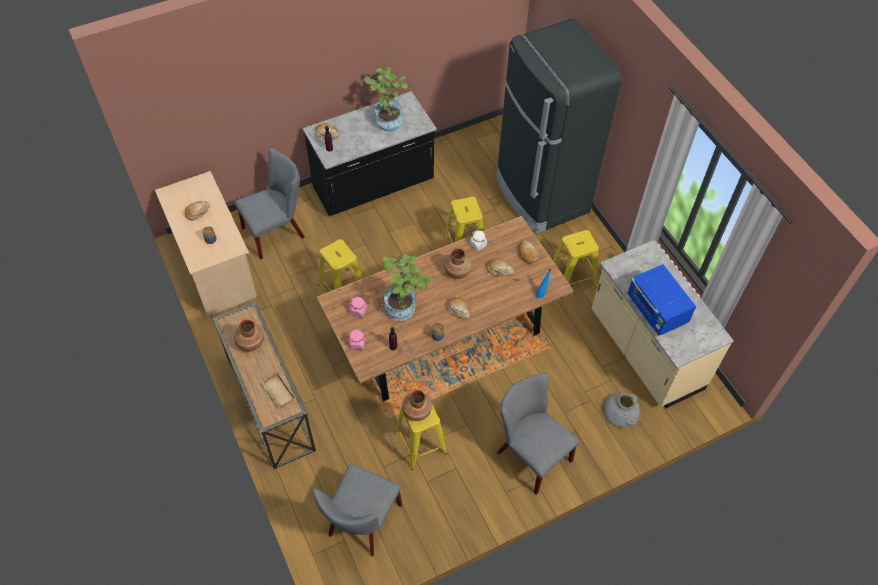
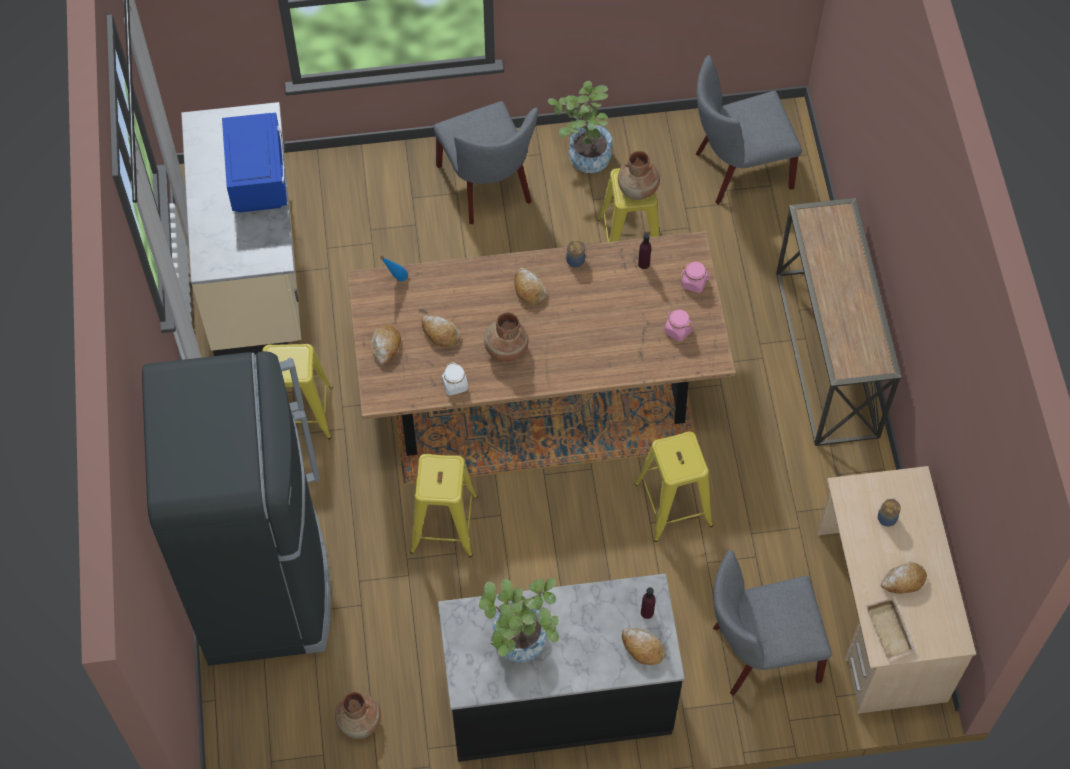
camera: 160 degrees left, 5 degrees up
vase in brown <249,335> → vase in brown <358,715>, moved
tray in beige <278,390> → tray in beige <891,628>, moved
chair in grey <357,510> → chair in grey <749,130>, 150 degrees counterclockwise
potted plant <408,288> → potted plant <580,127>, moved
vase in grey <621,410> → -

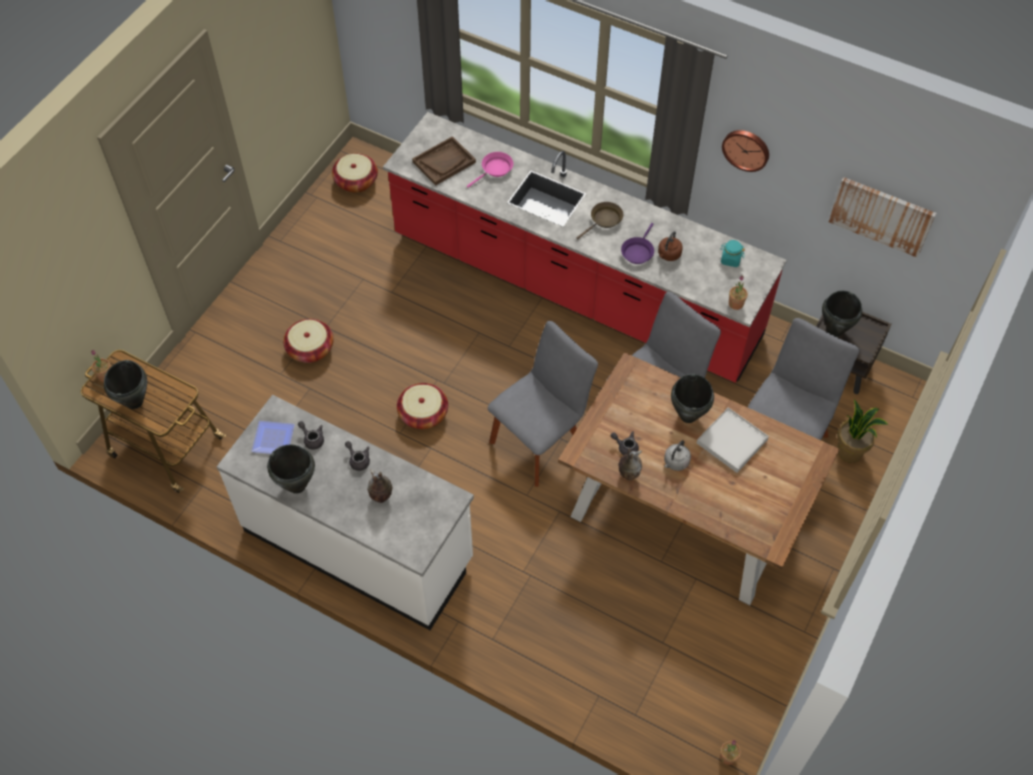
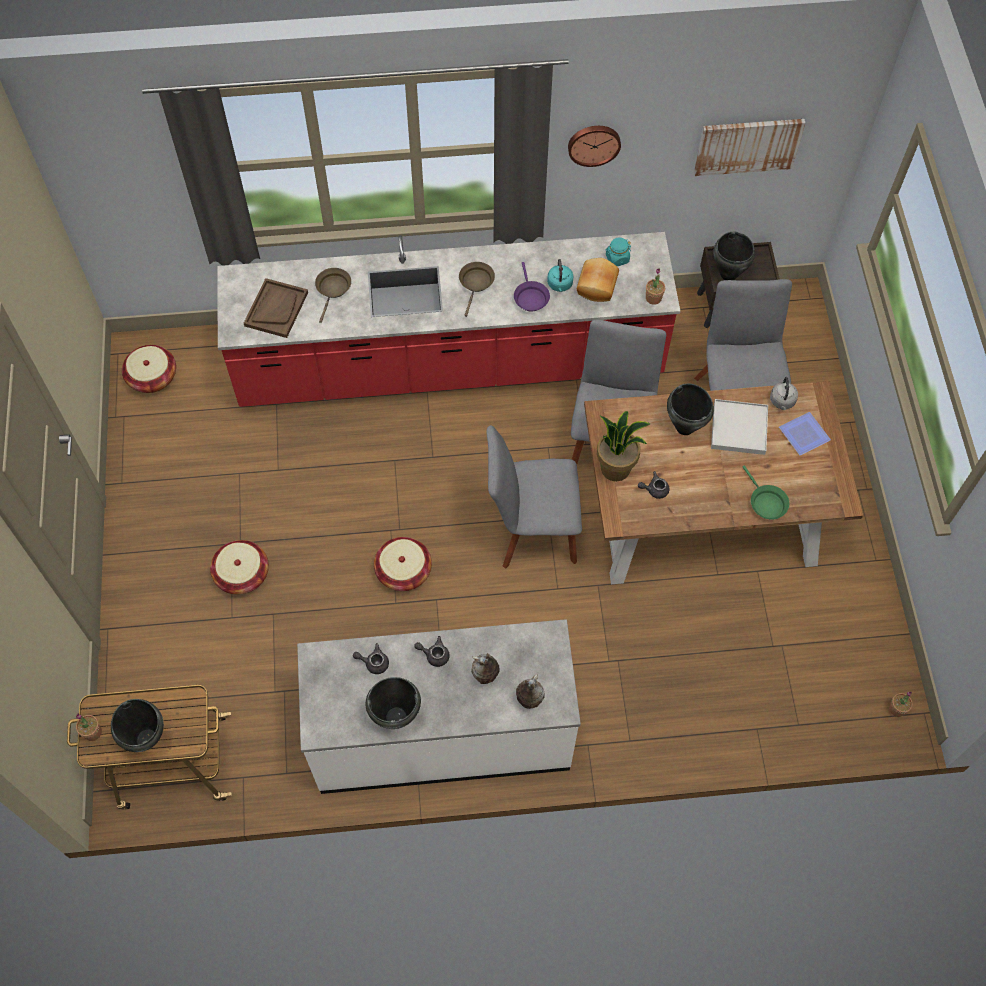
camera: 35 degrees left, 5 degrees up
plate <273,437> → plate <805,434>, moved
frying pan in pink <490,170> → frying pan in brown <333,295>
chair in grey <542,404> → chair in grey <534,497>, 105 degrees counterclockwise
vase <630,464> → vase <530,691>, moved
kettle in brown <670,246> → kettle in turquoise <560,275>
kettle in grey <677,455> → kettle in grey <784,393>, moved
potted plant <862,431> → potted plant <623,446>, moved
- → bread <598,280>
- → frying pan in green <765,492>

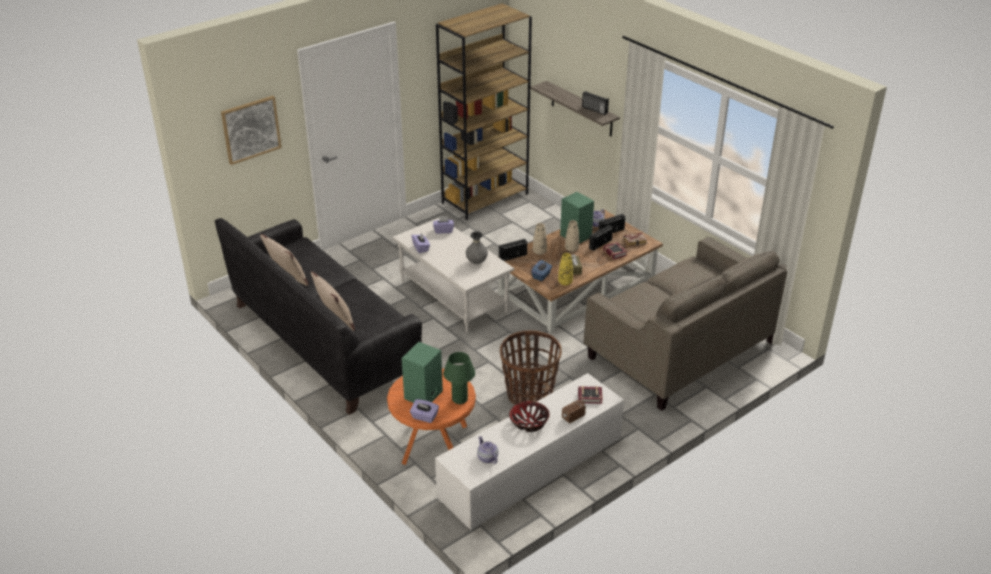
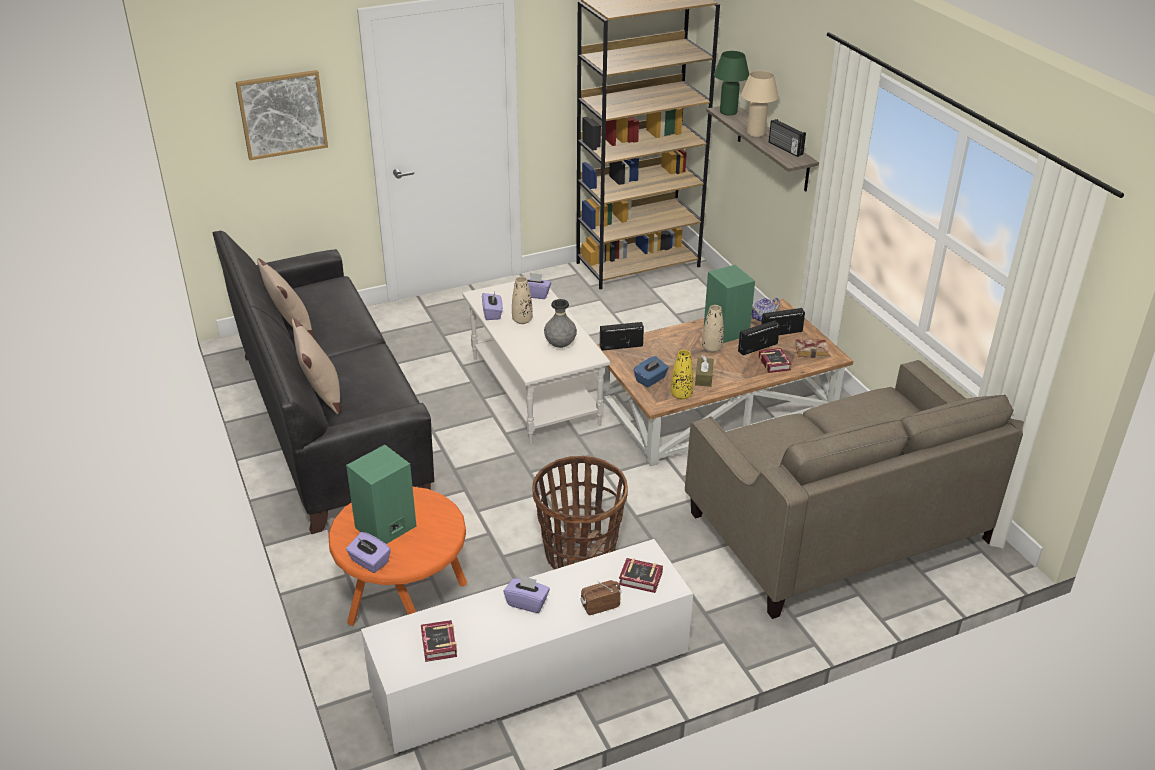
camera: 15 degrees right, 0 degrees up
table lamp in green <459,378> → table lamp in green <731,83>, moved
teapot <487,450> → book <439,641>
bowl <529,416> → tissue box in purple <527,594>
vase in beige <540,239> → vase in beige <522,300>, moved
- → table lamp in beige <759,103>

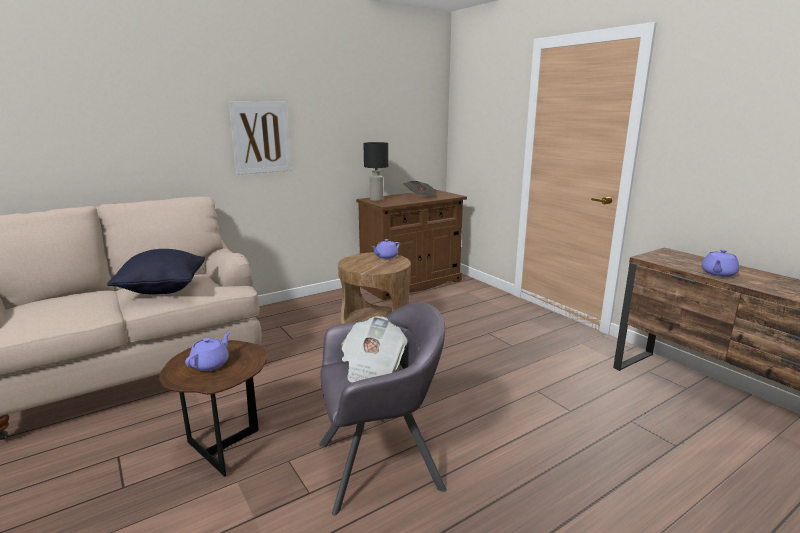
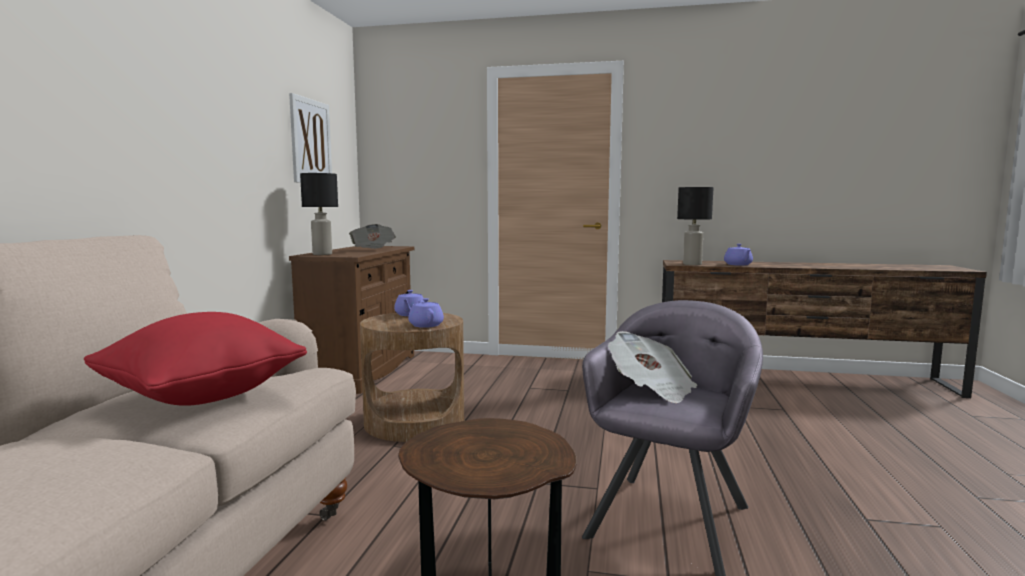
camera: 45 degrees left, 10 degrees down
pillow in black <156,272> → pillow in red <195,359>
teapot in purple <207,351> → teapot in purple <426,313>, moved
picture <260,138> → picture <310,138>, moved
- → table lamp in black <695,226>

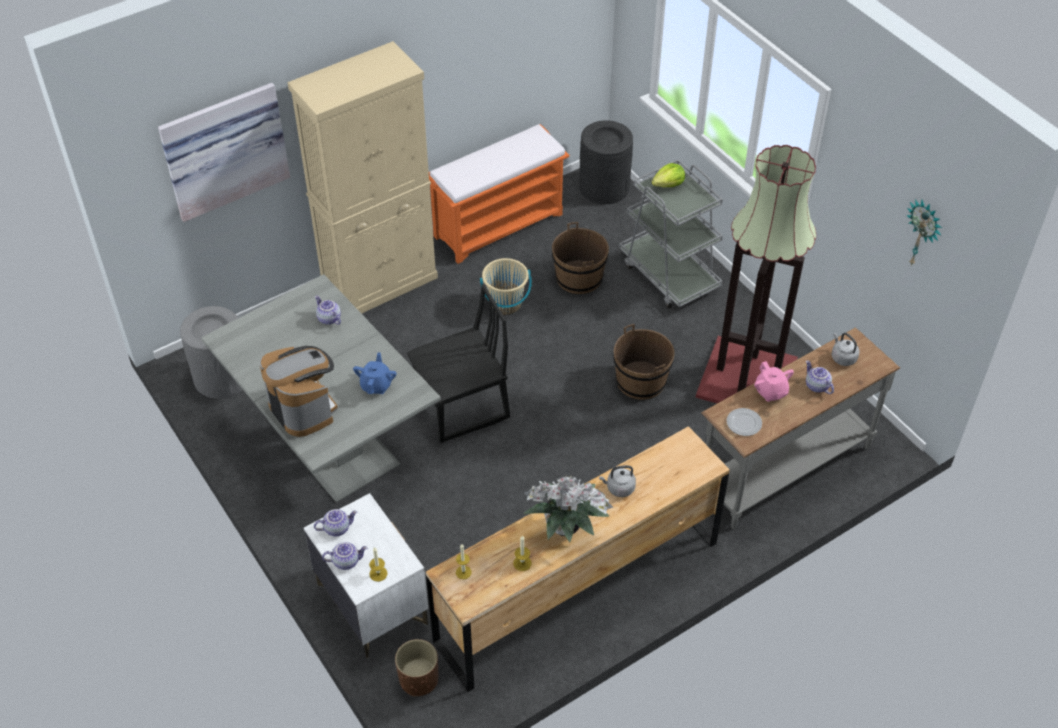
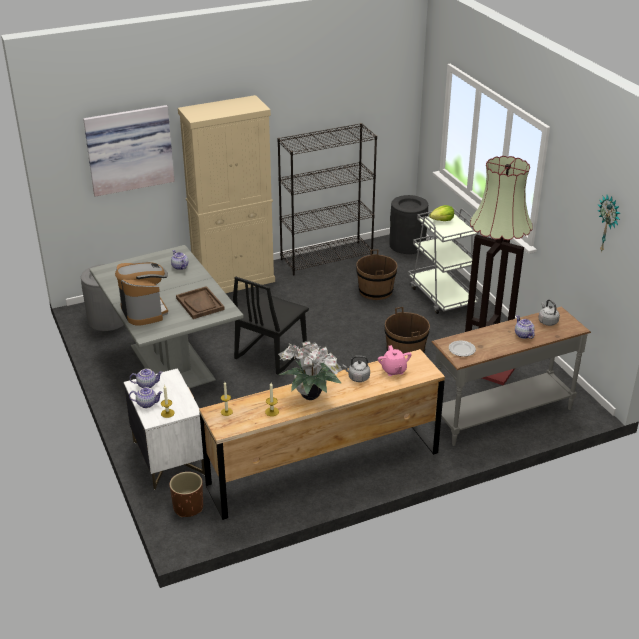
camera: 10 degrees right, 15 degrees down
teapot in blue <374,373> → tray in brown <200,302>
chair in black <458,363> → chair in black <271,325>, 135 degrees clockwise
bench in orange <499,194> → bookcase in black <327,199>
bucket in beige <506,286> → -
teapot in pink <774,381> → teapot in pink <395,360>, moved

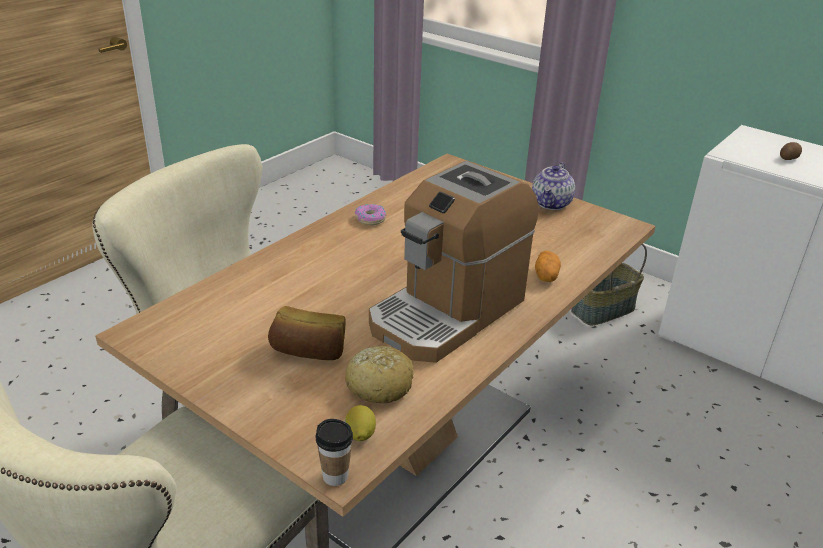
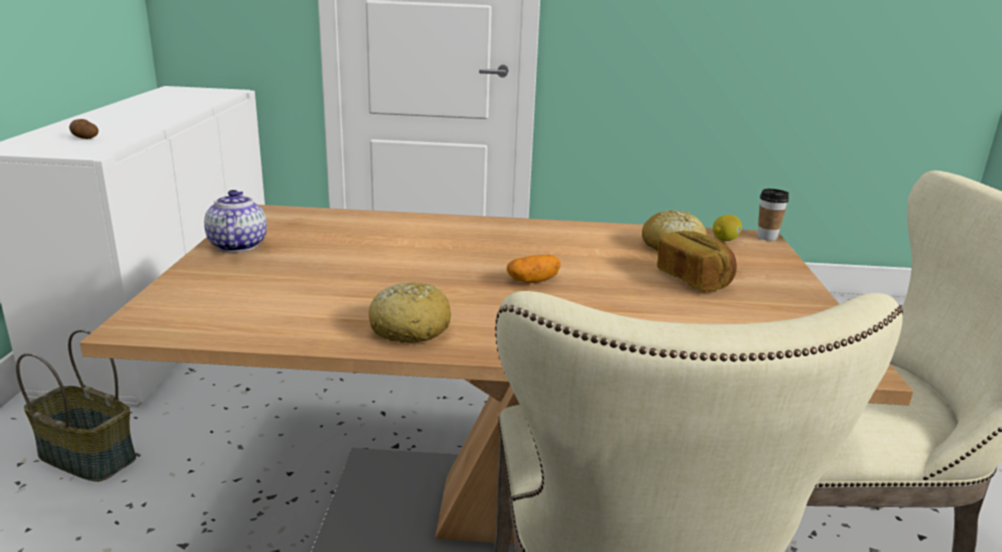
camera: 125 degrees left, 10 degrees down
donut <370,214> → bread <410,312>
coffee machine <453,262> → -
teapot <553,186> → teapot <235,221>, 90 degrees counterclockwise
potato <548,266> → potato <534,268>, moved

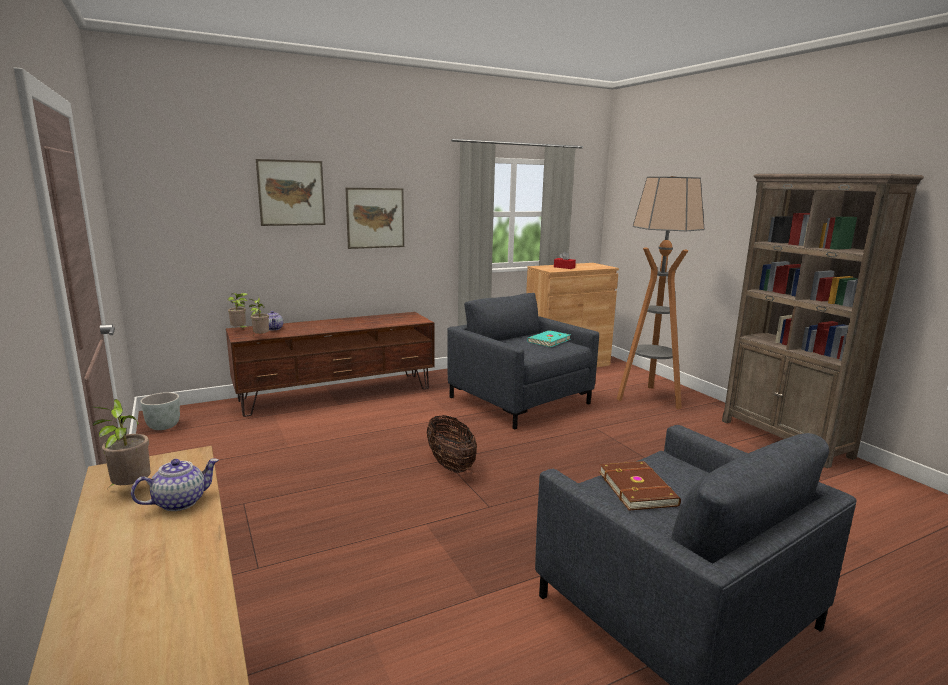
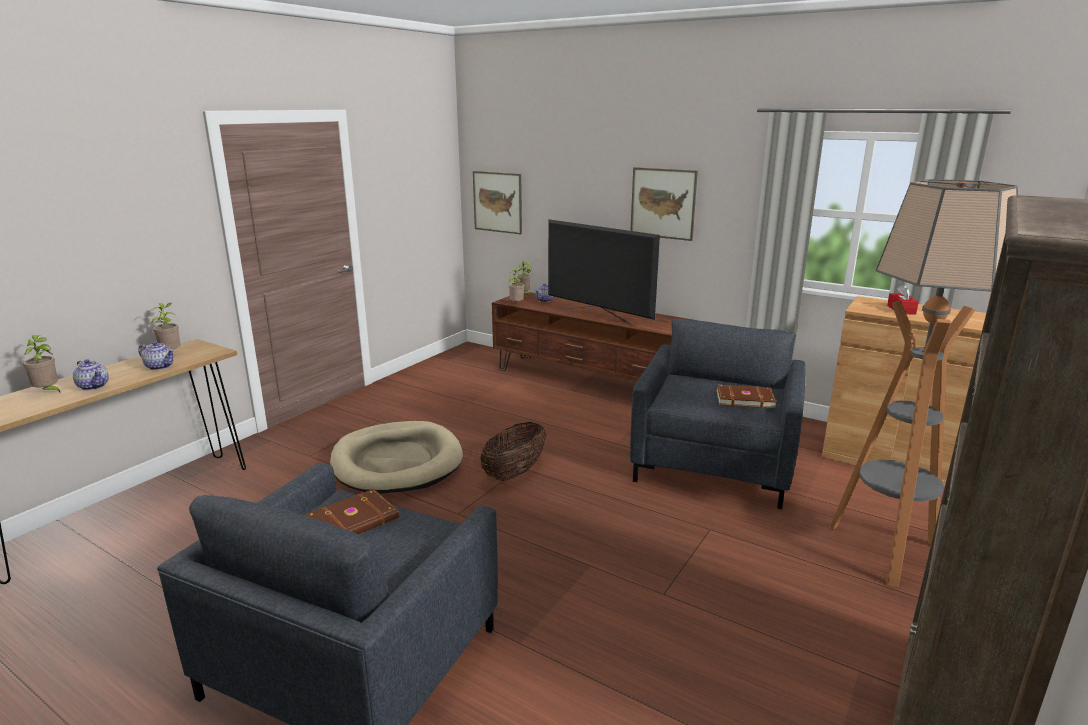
camera: 60 degrees right, 5 degrees up
planter in grey <160,411> → -
picture <291,192> → picture <497,202>, moved
book in turquoise <549,338> → book in brown <746,397>
- → potted plant <42,364>
- → teapot <91,374>
- → dog bed in beige <396,457>
- → television <604,272>

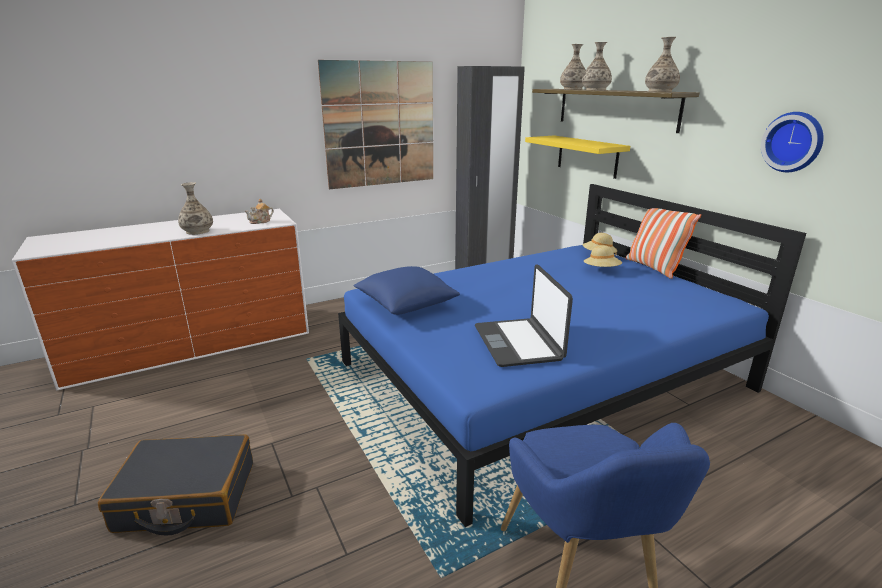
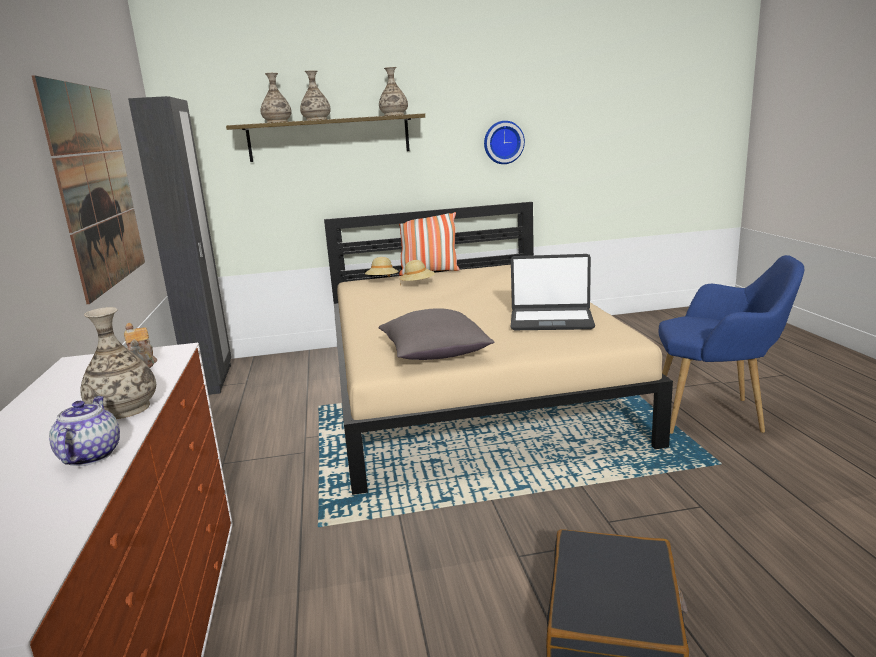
camera: 70 degrees left, 5 degrees down
bed in blue <572,355> → bed in beige <498,348>
pillow in blue <407,290> → pillow in grey <437,334>
shelf in yellow <577,157> → -
- → teapot <84,431>

